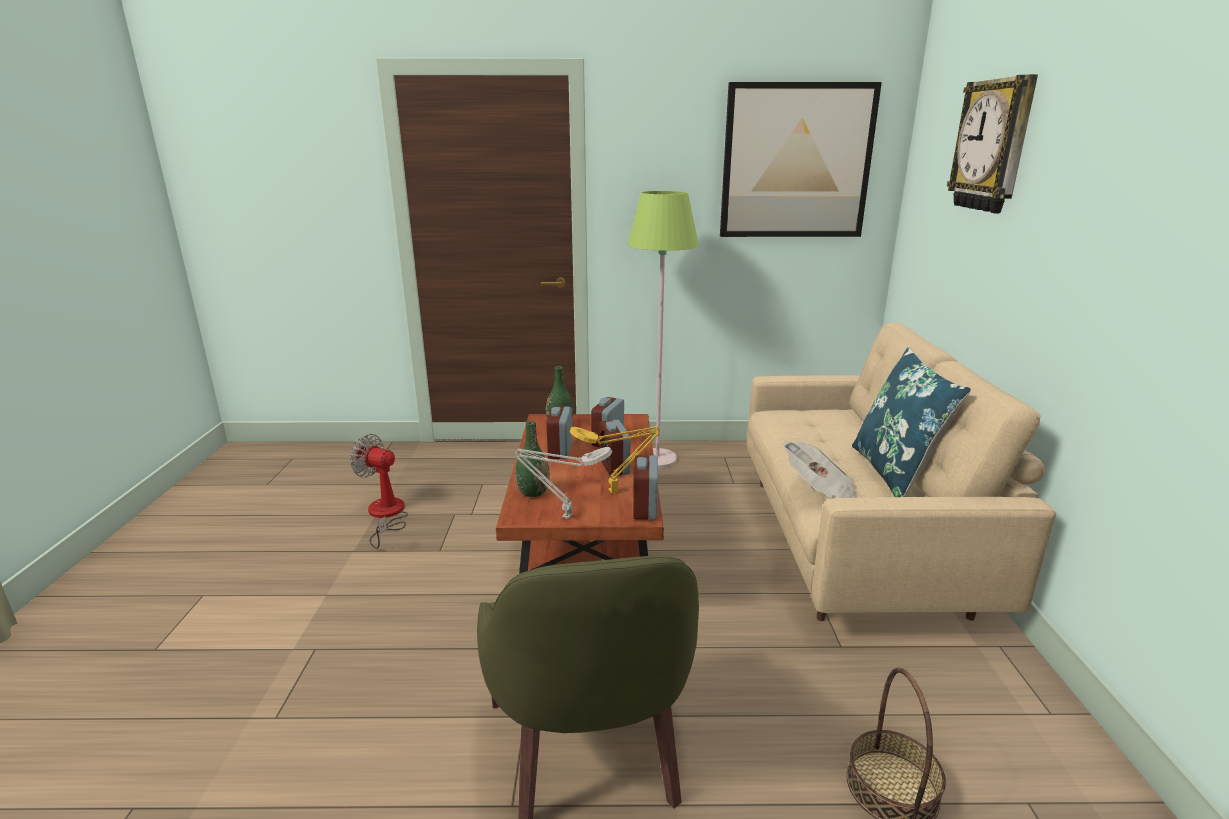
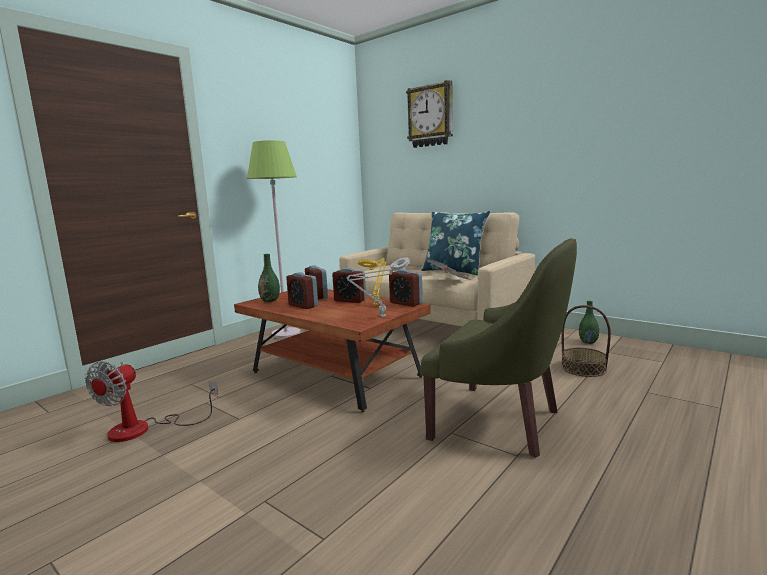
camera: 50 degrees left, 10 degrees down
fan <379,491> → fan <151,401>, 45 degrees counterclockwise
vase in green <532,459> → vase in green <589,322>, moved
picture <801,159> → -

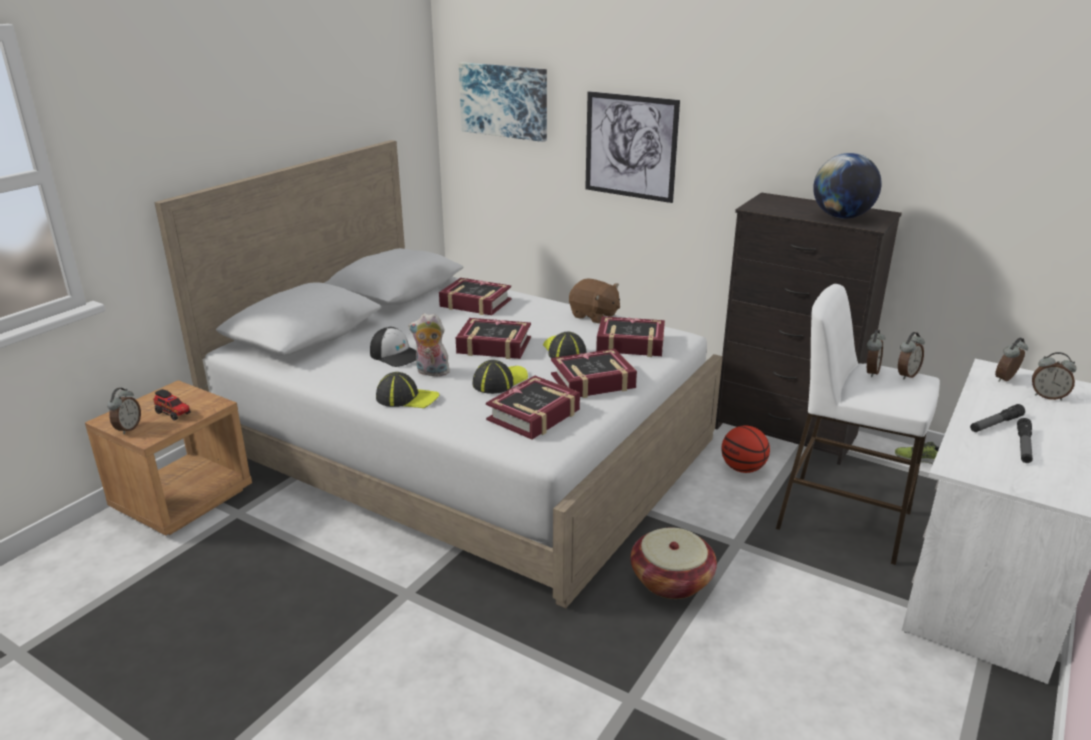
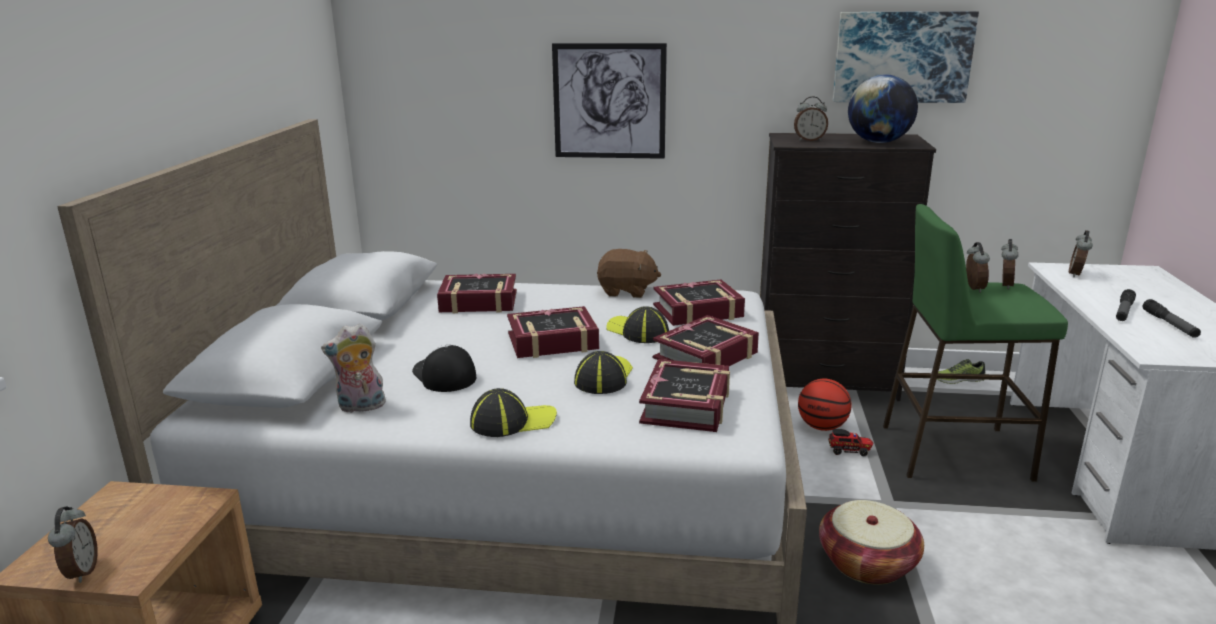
camera: 25 degrees left, 5 degrees down
toy truck <171,404> → toy truck <850,442>, moved
cap <393,347> → cap <444,368>, 135 degrees counterclockwise
plush toy <429,345> → plush toy <353,368>, moved
picture <503,102> → picture <906,57>, moved
stool in white <858,424> → stool in green <975,343>
alarm clock <1054,376> → alarm clock <811,118>, moved

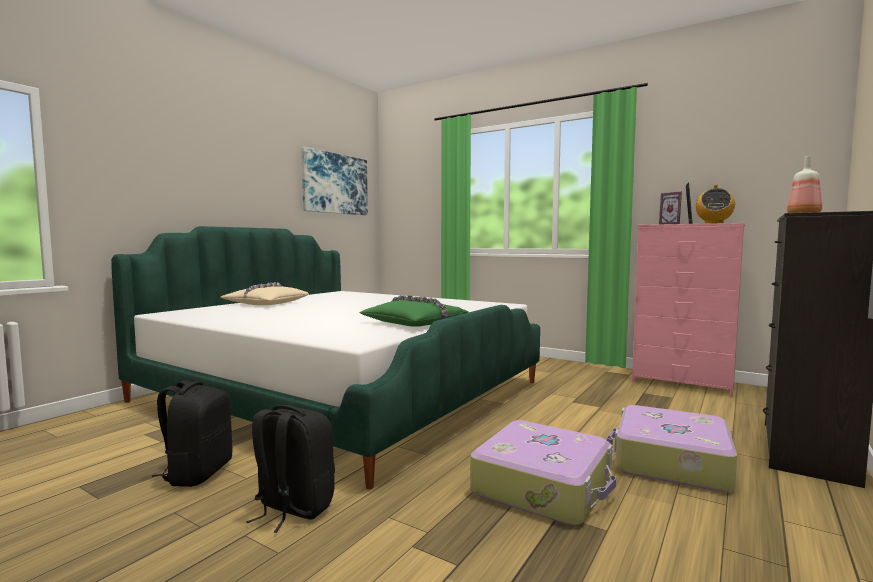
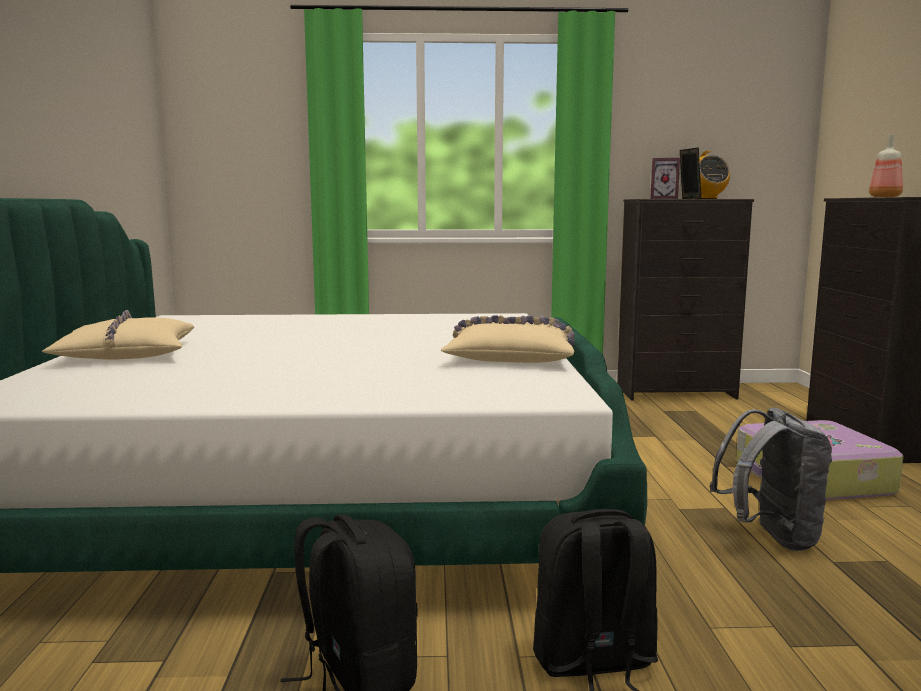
camera: 35 degrees left, 5 degrees up
picture <334,181> → -
pillow in green <414,311> → pillow in beige <508,339>
suitcase <543,472> → backpack in grey <770,479>
dresser in pink <688,310> → dresser in black <685,300>

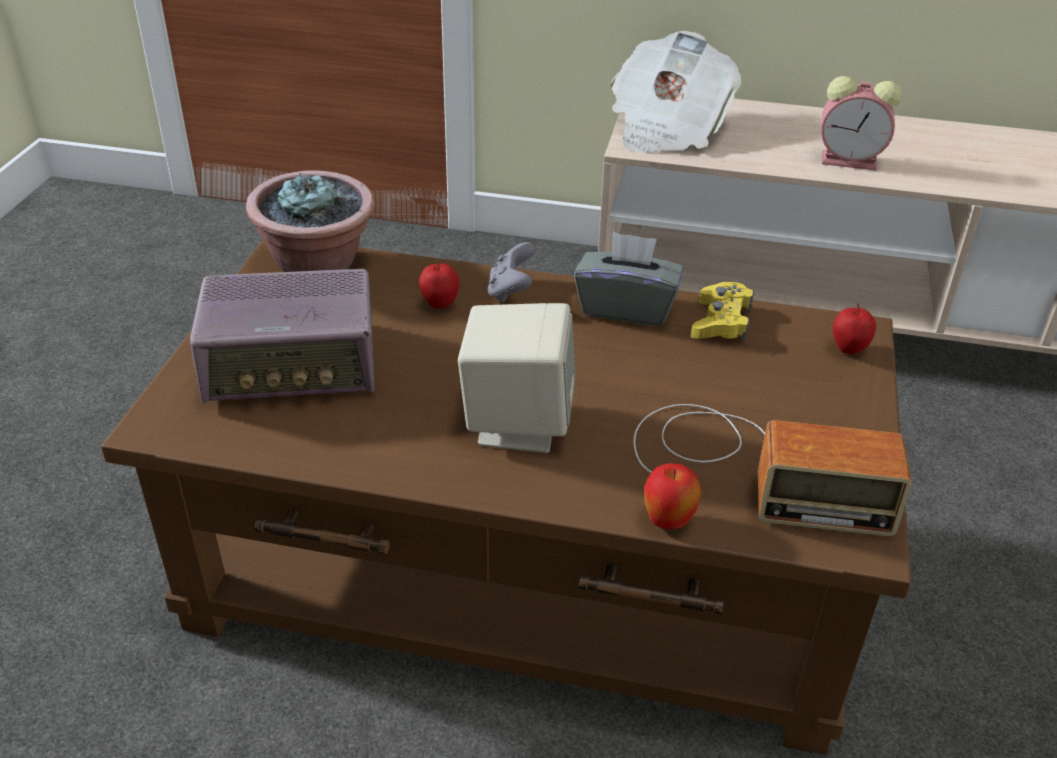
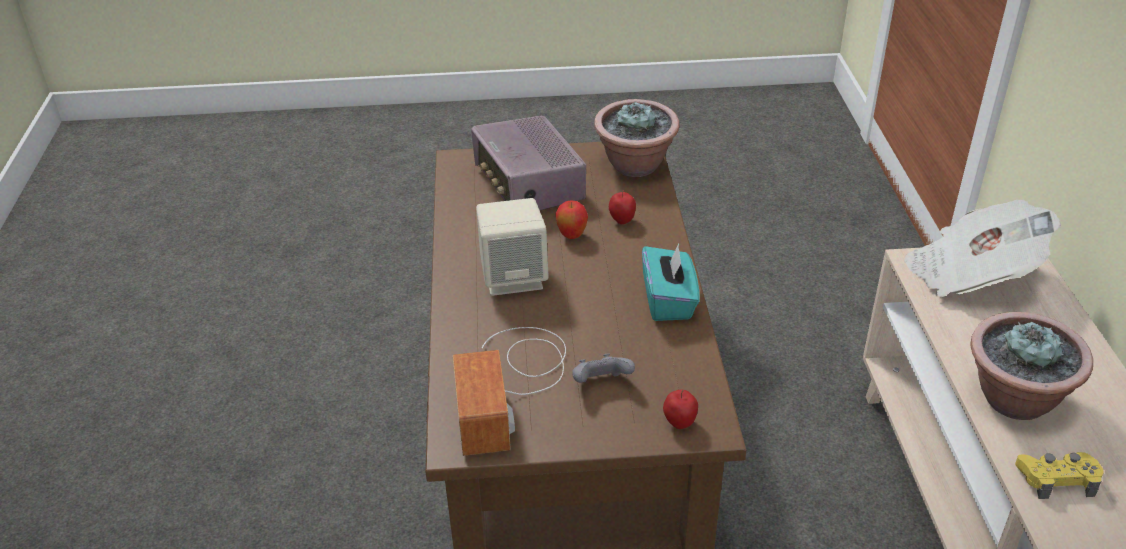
camera: 75 degrees right, 0 degrees up
game controller in grey <511,272> → game controller in grey <603,368>, moved
tissue box in grey <628,279> → tissue box in turquoise <670,282>
apple <673,496> → apple <572,220>, moved
game controller in yellow <722,312> → game controller in yellow <1059,475>, moved
alarm clock <861,123> → potted plant <1032,366>

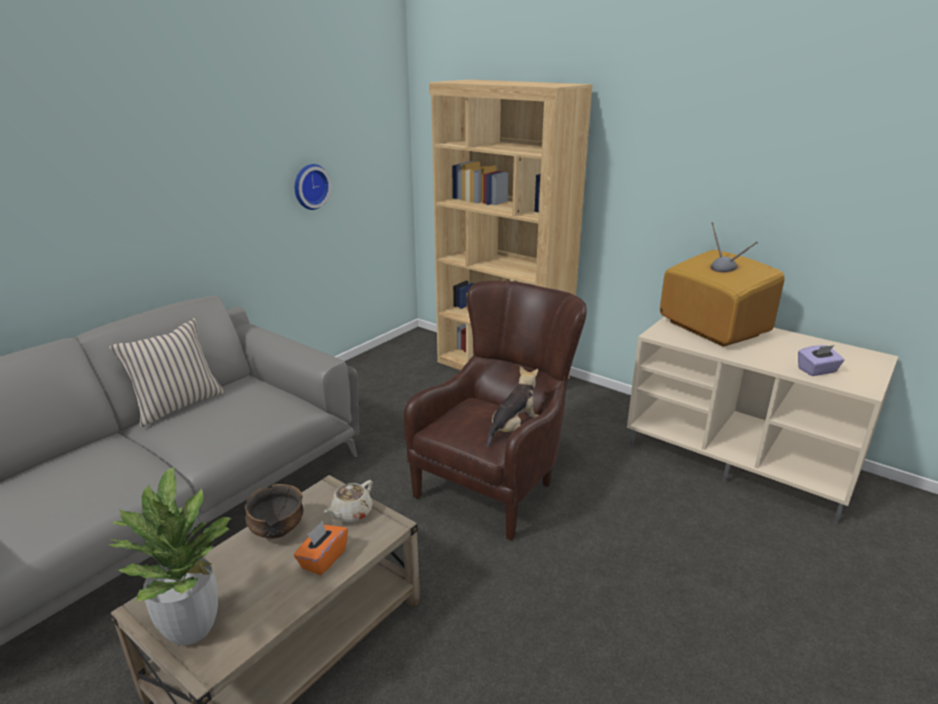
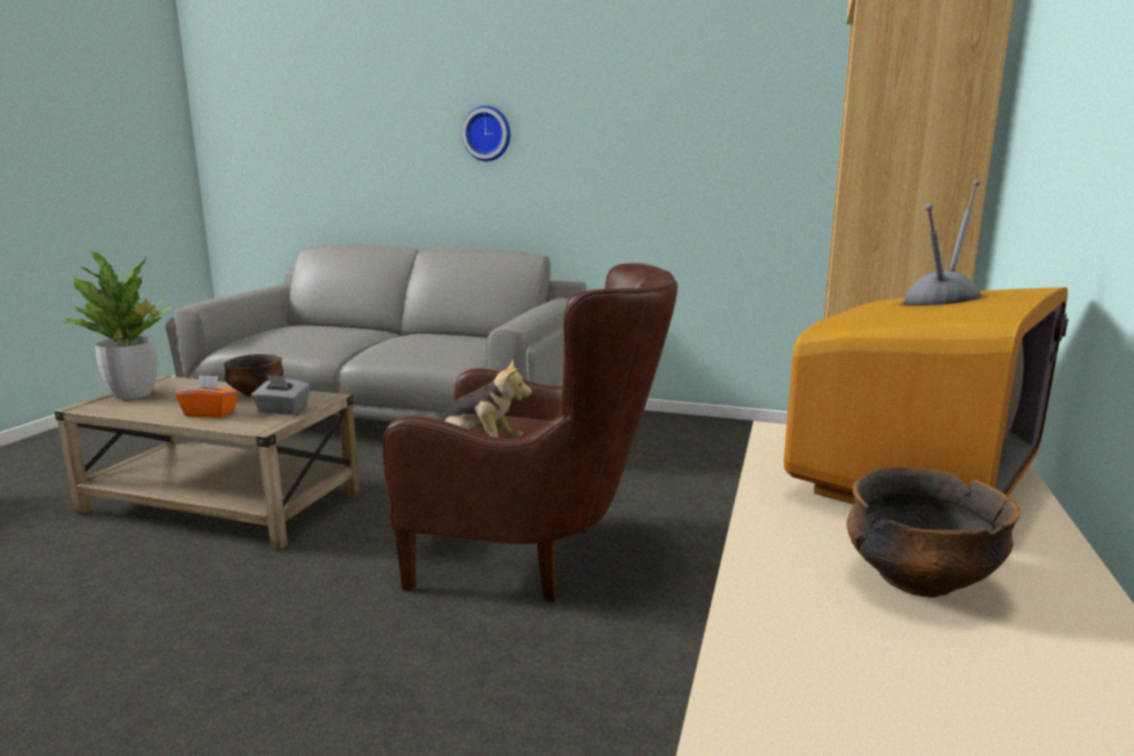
camera: 70 degrees right, 10 degrees down
pillow in beige <167,372> → -
wall clock <313,187> → wall clock <486,133>, moved
teapot in beige <348,501> → tissue box in grey <280,395>
tissue box in purple <821,360> → -
- → bowl <933,533>

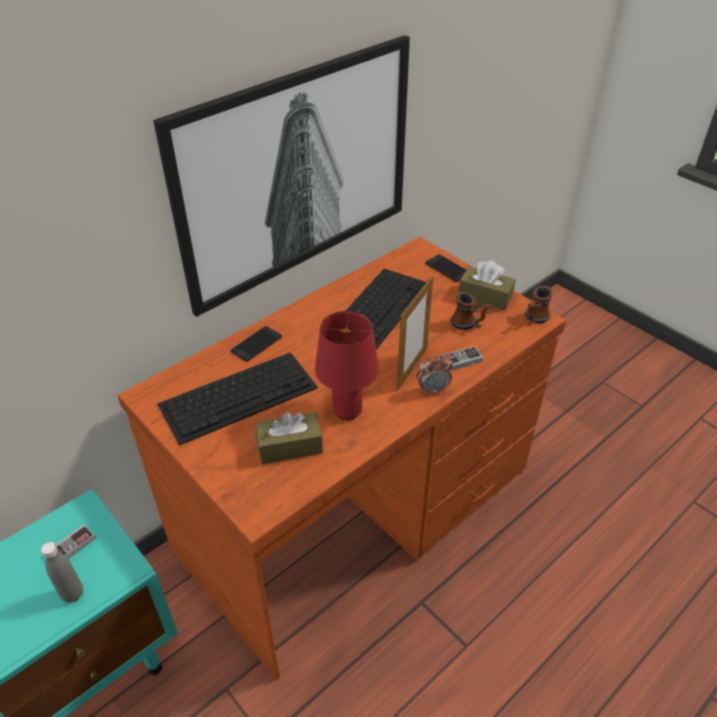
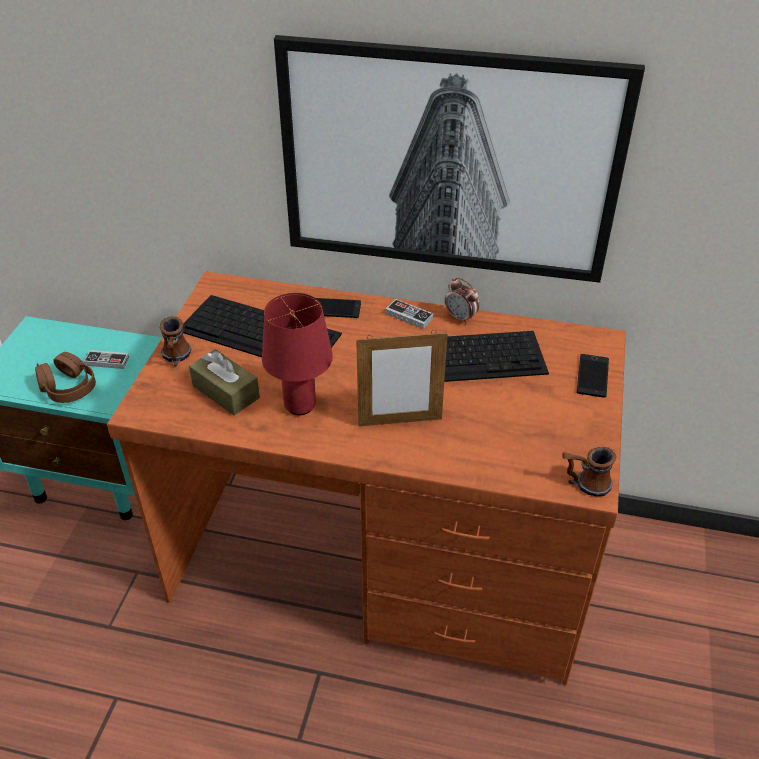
camera: 55 degrees right, 0 degrees up
bottle in grey <62,572> → headphones in brown <65,377>
alarm clock <435,375> → alarm clock <462,301>, moved
game controller <460,358> → game controller <409,314>, moved
mug <471,311> → mug <175,341>, moved
tissue box in brown <487,285> → -

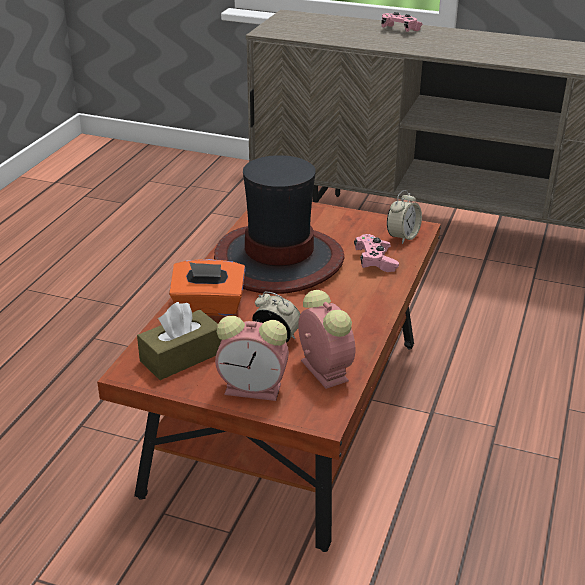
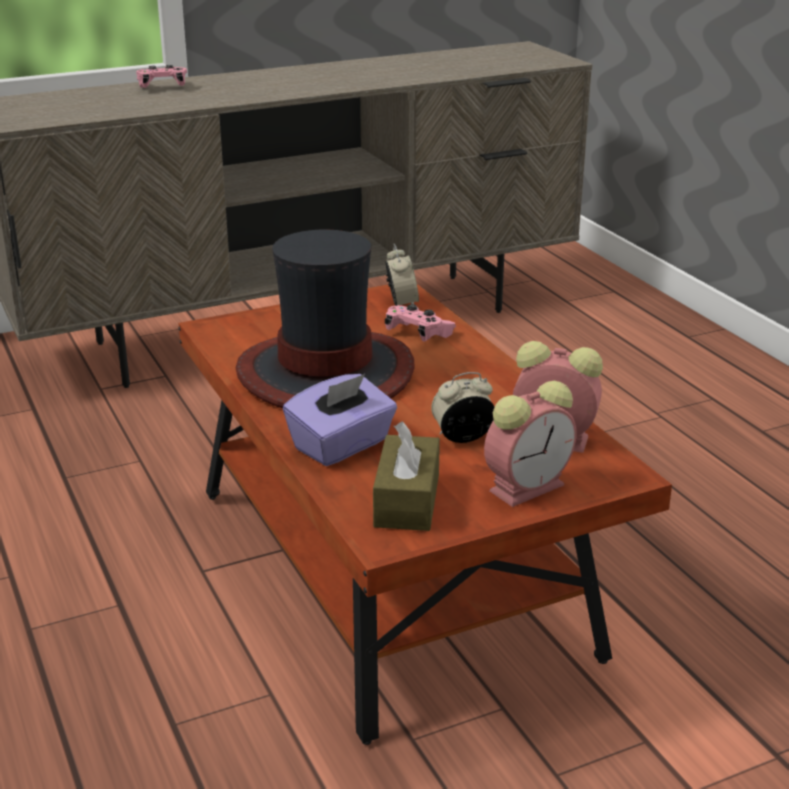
camera: 45 degrees left, 5 degrees down
tissue box in orange <207,287> → tissue box in purple <340,420>

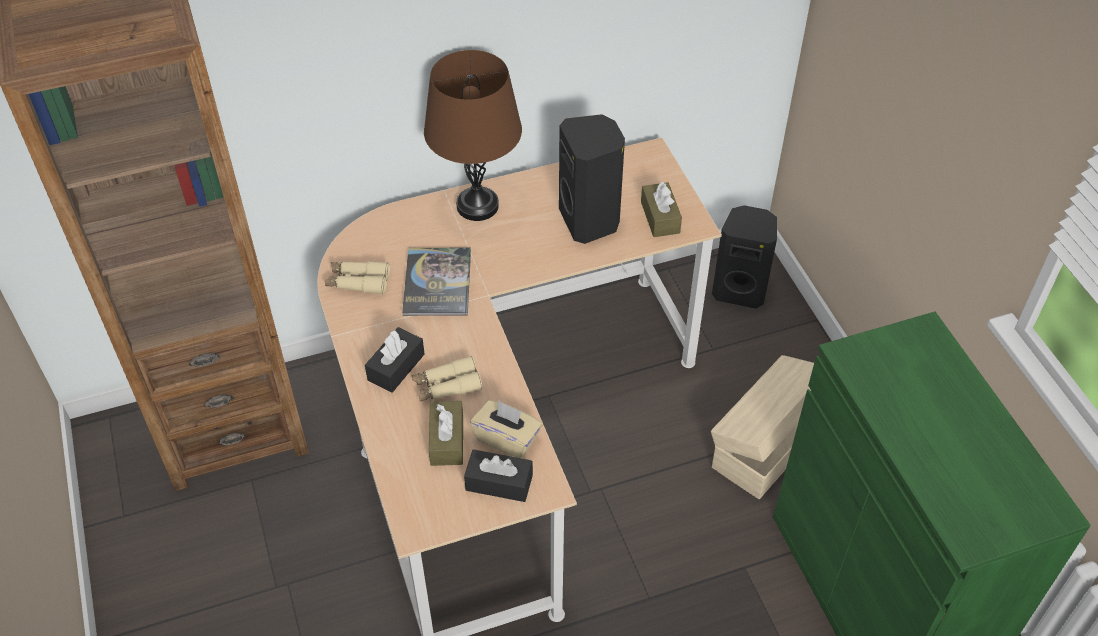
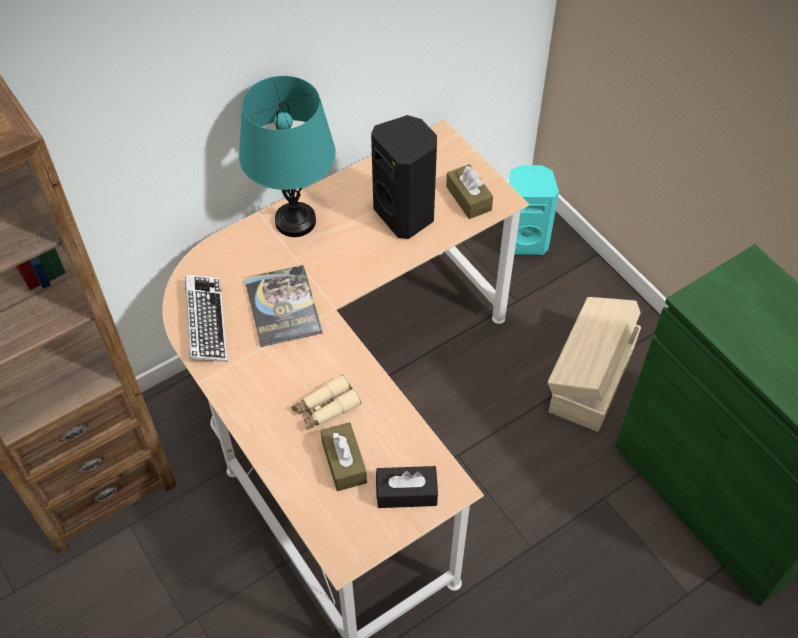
camera: 15 degrees left, 5 degrees up
binoculars in beige <357,277> → keyboard <206,318>
tissue box in black <395,360> → -
table lamp in brown <473,135> → table lamp in turquoise <287,156>
tissue box in beige <506,429> → -
speaker in black <744,257> → speaker in turquoise <529,210>

